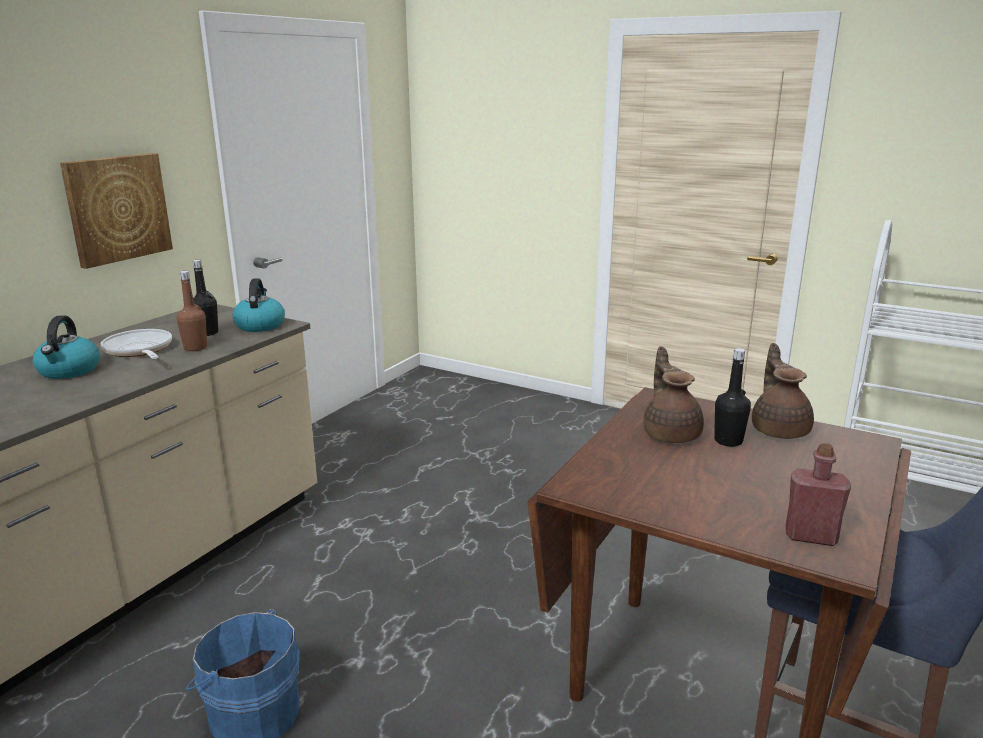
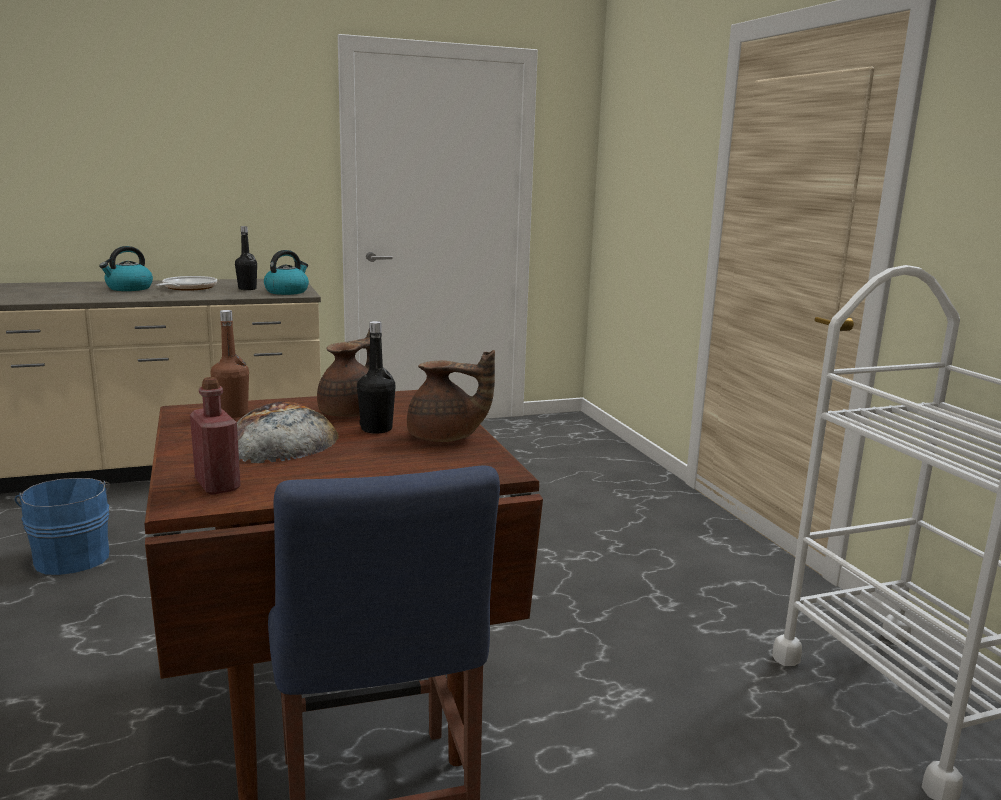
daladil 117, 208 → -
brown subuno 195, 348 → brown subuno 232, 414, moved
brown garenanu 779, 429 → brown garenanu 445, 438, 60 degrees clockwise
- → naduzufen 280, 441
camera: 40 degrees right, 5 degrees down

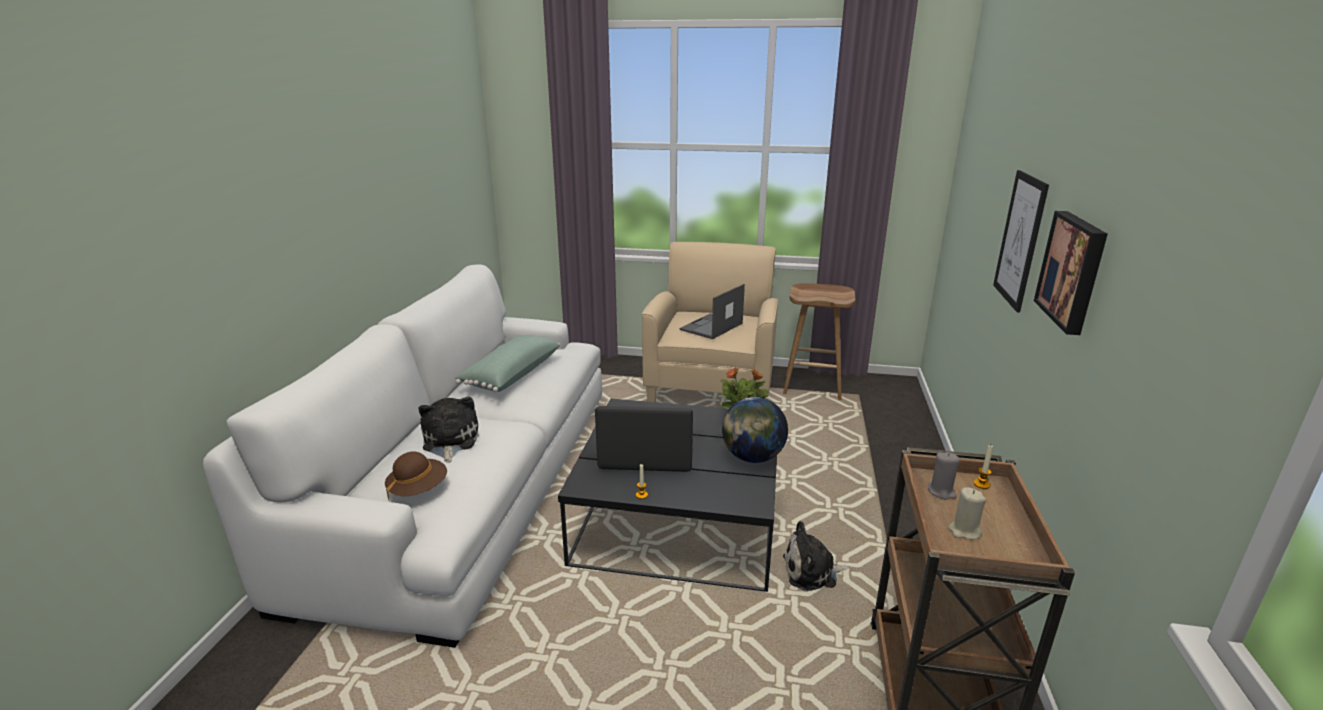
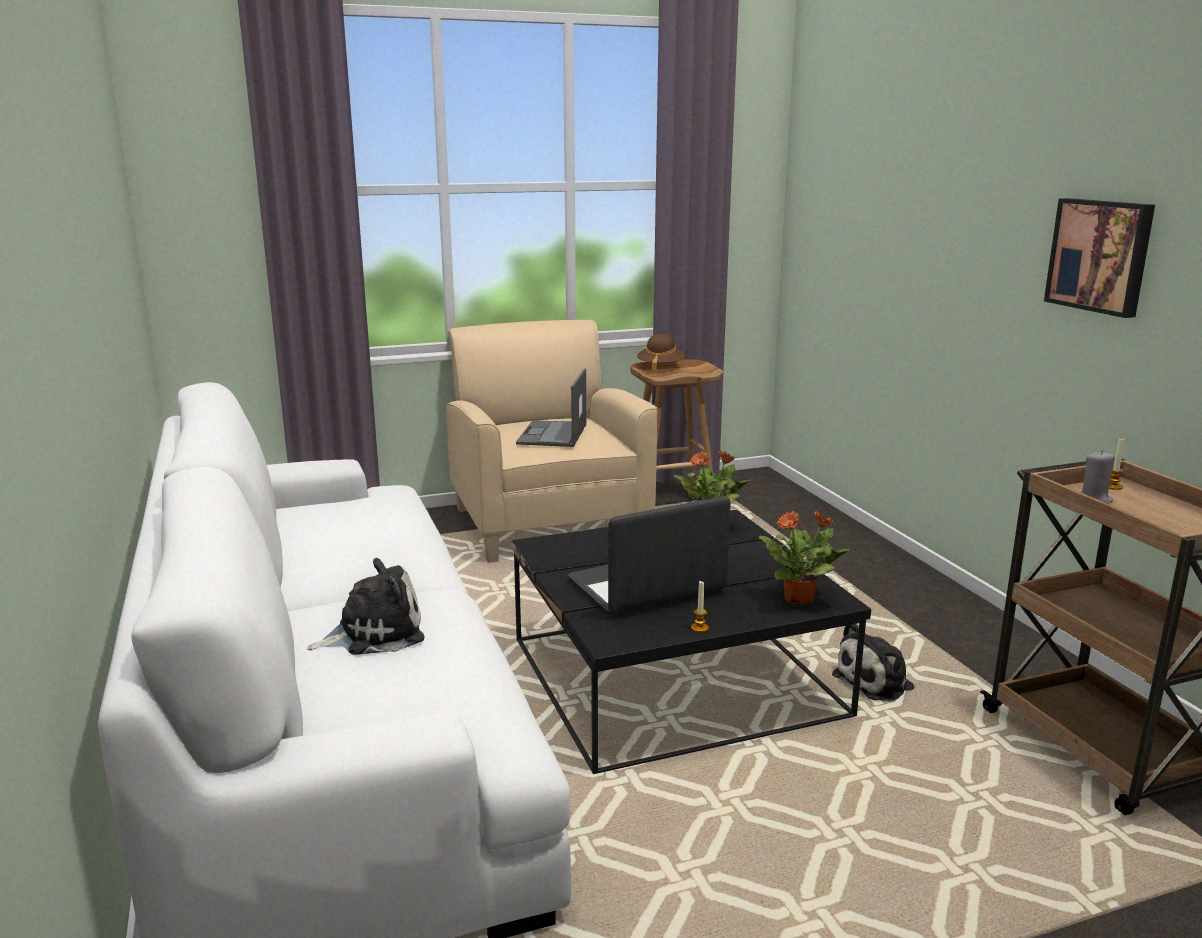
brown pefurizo 418, 489 → brown pefurizo 660, 367, moved
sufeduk 449, 441 → sufeduk 374, 633, 105 degrees clockwise
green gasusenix 510, 375 → -
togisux 752, 458 → -
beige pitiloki 964, 531 → -
daladil 1020, 239 → -
- → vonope 800, 599
camera: 30 degrees left, 5 degrees down

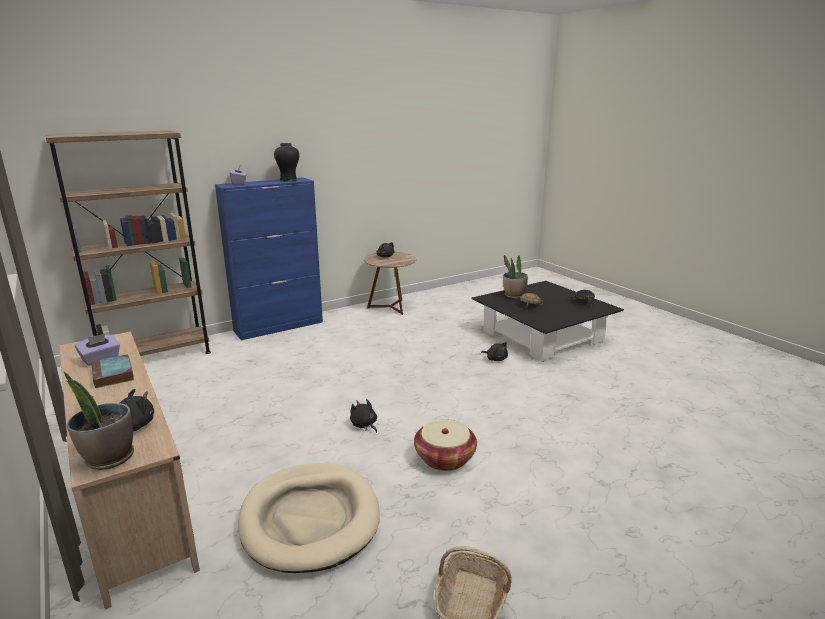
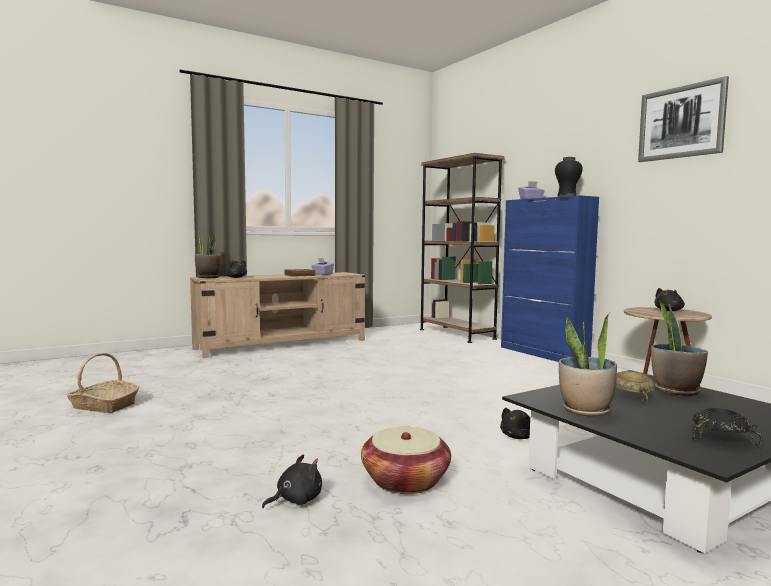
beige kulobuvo 310, 519 → -
black sufeduk 364, 425 → black sufeduk 296, 500, moved
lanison 445, 458 → lanison 405, 481, moved
- → vonope 585, 411
- → daladil 681, 122
camera: 90 degrees right, 15 degrees down

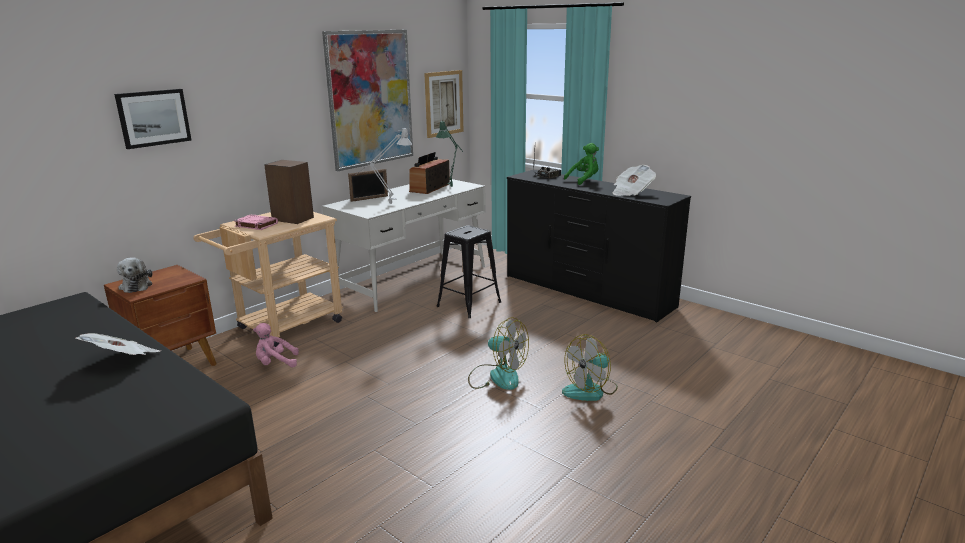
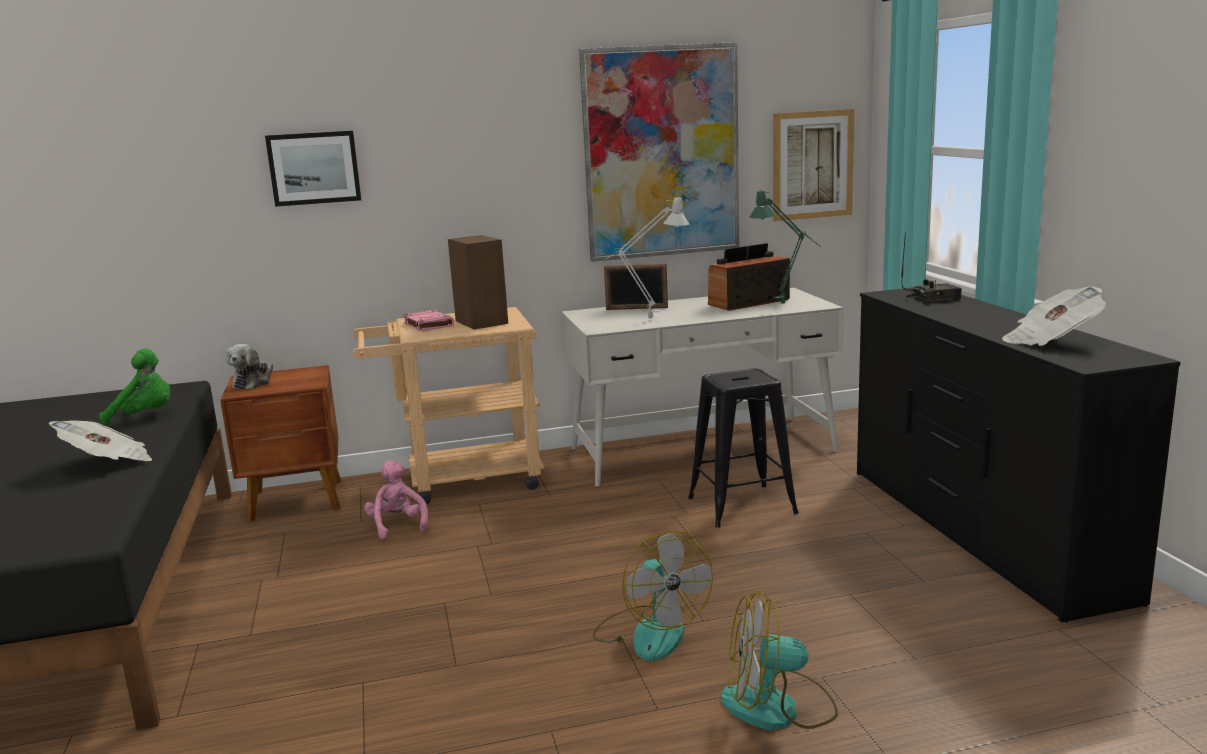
pink sufeduk 275, 363 → pink sufeduk 398, 525, 45 degrees clockwise
green sufeduk 584, 180 → green sufeduk 145, 416, moved
camera: 35 degrees right, 5 degrees down

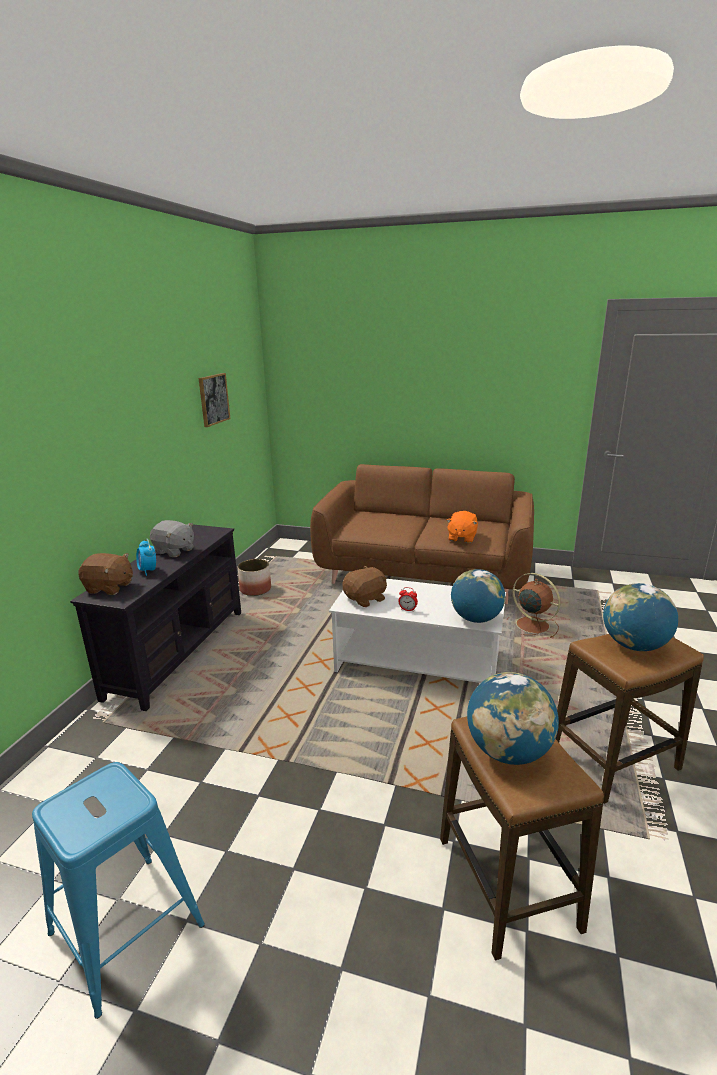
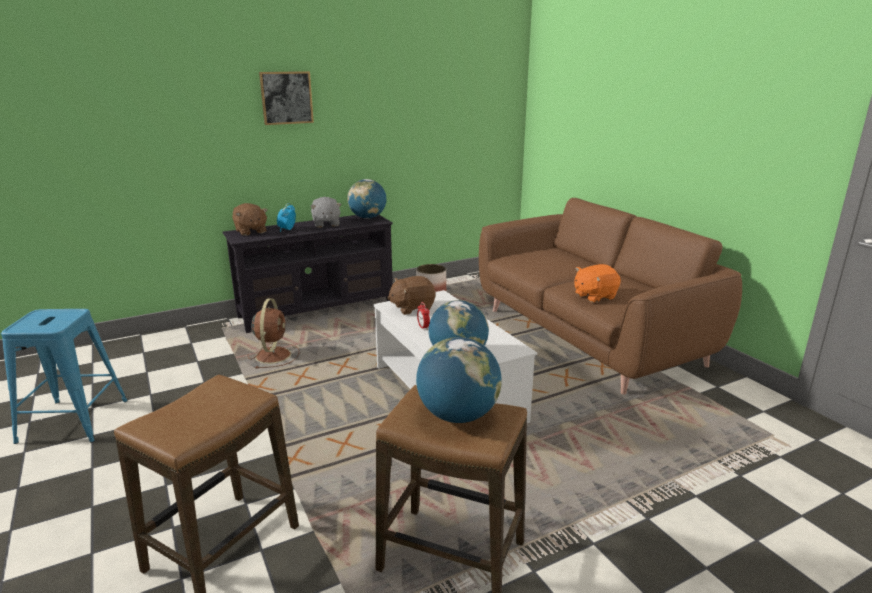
daladil 213, 399 → daladil 286, 98, moved
brown sufeduk 366, 599 → brown sufeduk 412, 308, 150 degrees clockwise
togisux 508, 752 → togisux 367, 217, moved
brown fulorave 531, 625 → brown fulorave 273, 355, moved
camera: 45 degrees right, 0 degrees up

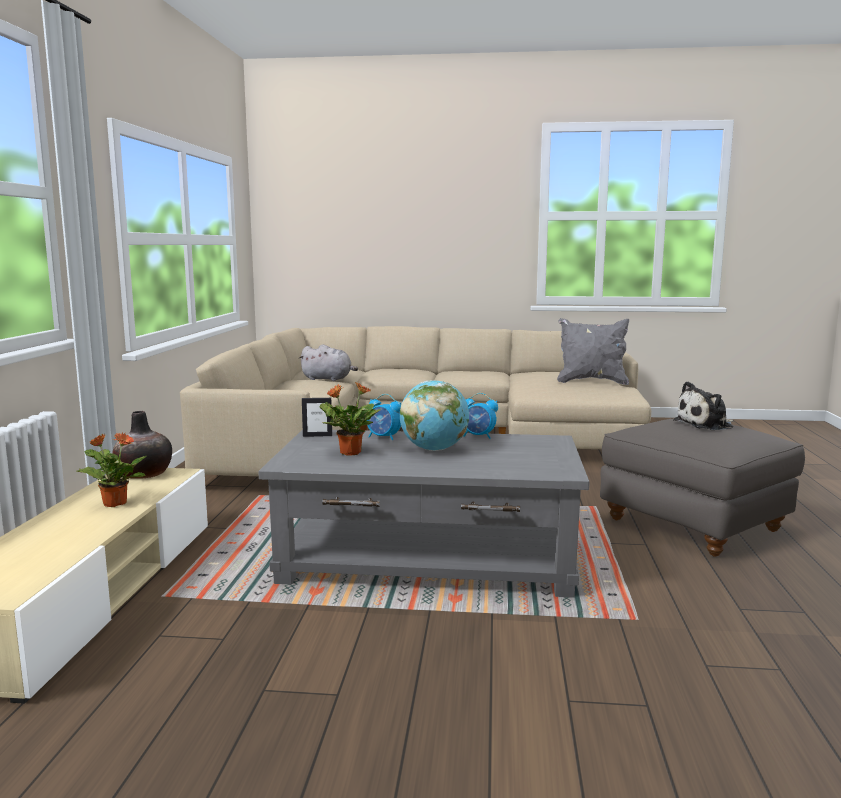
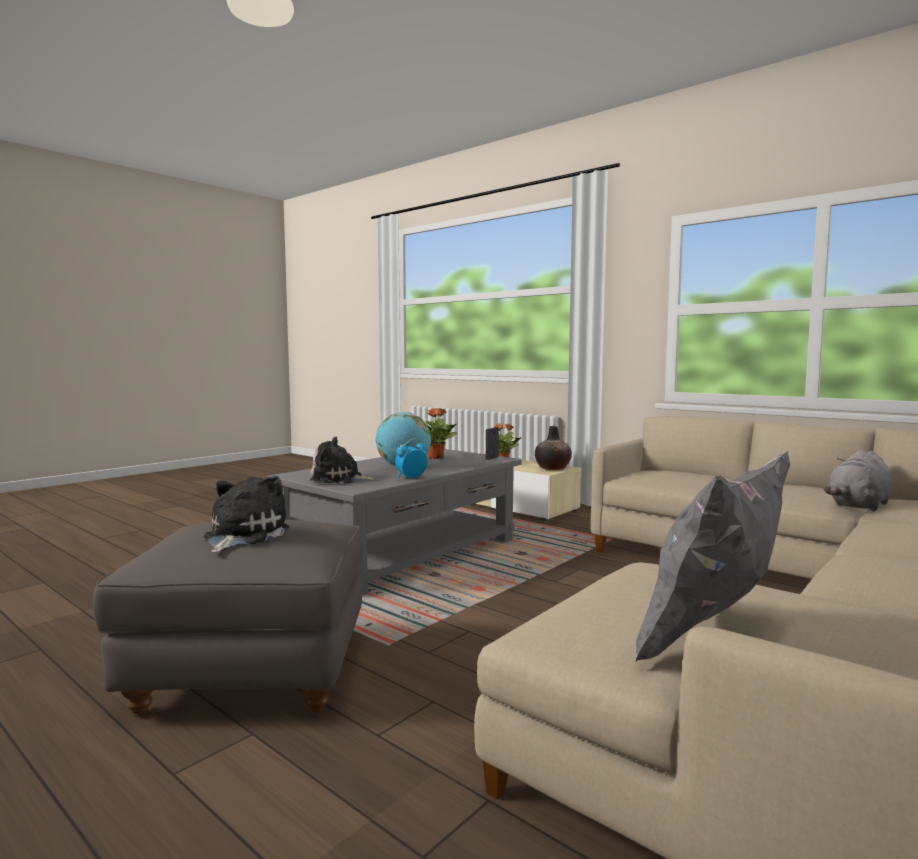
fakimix 384, 437 → -
- → sufeduk 340, 479
camera: 125 degrees right, 5 degrees down

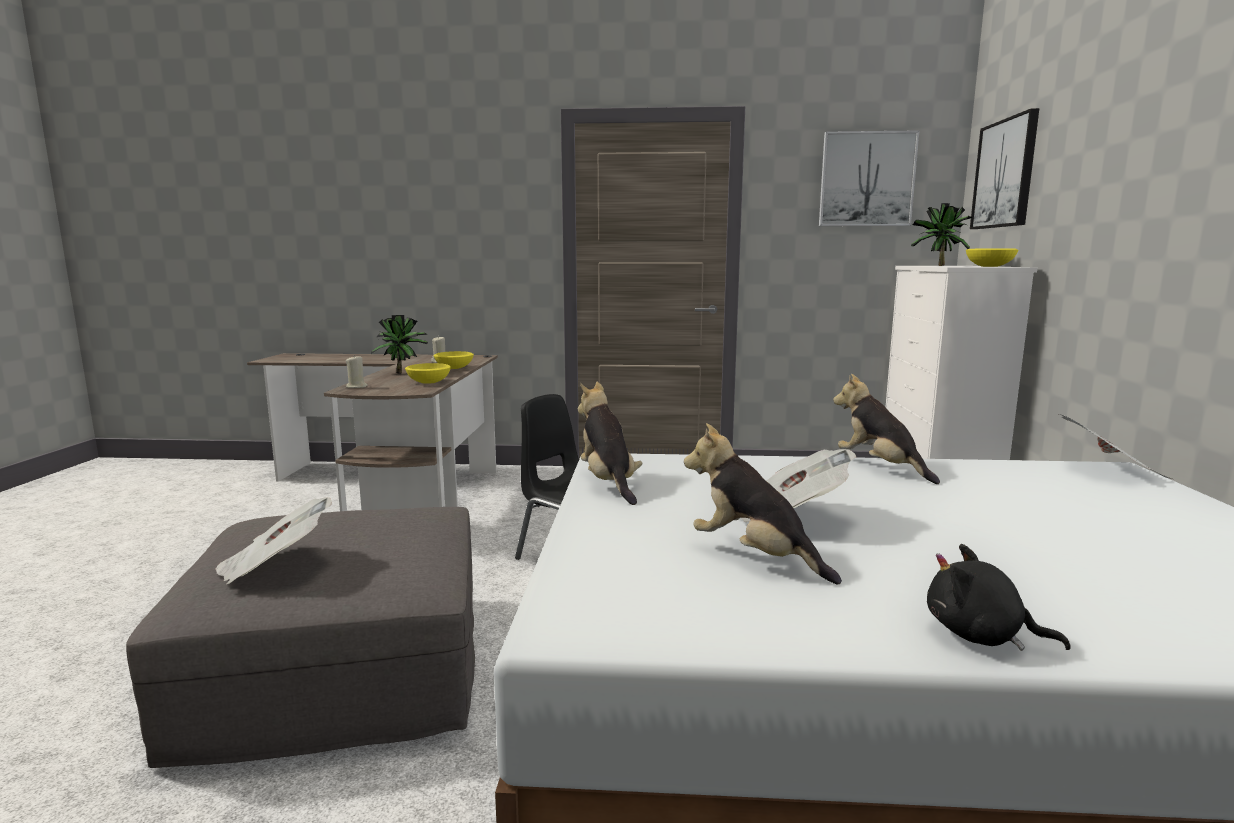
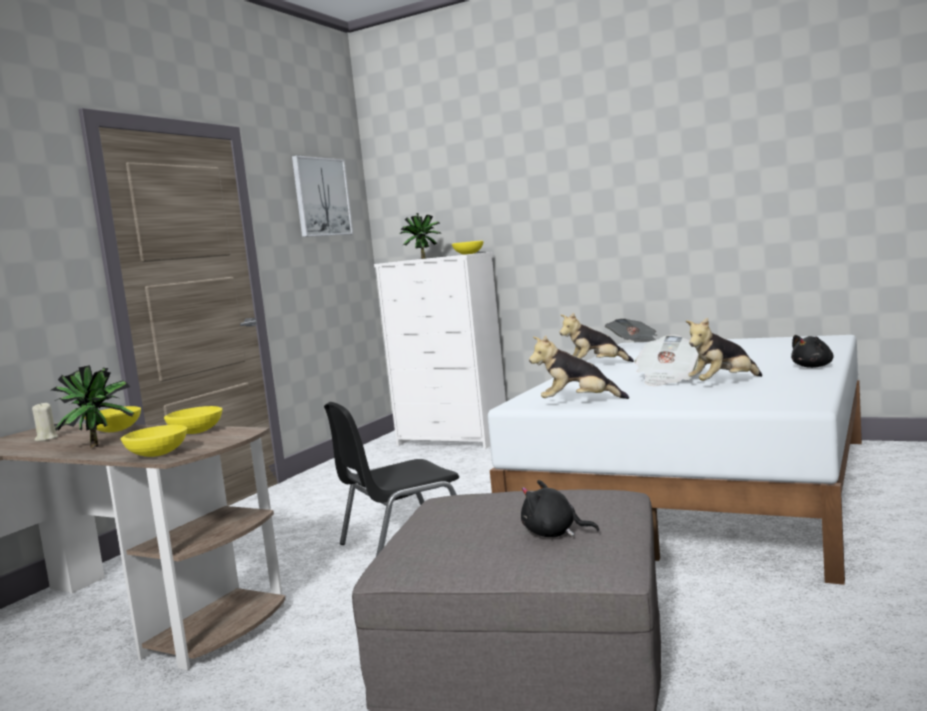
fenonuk 275, 567 → black sufeduk 554, 534
beige pitiloki 357, 386 → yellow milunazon 158, 454
daladil 1005, 174 → -
camera: 65 degrees left, 5 degrees down

